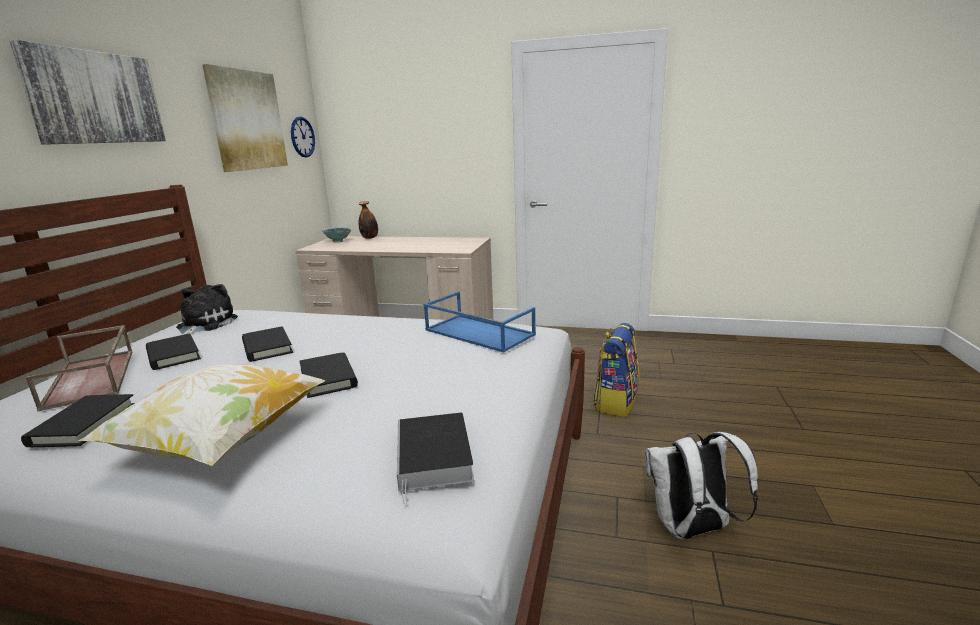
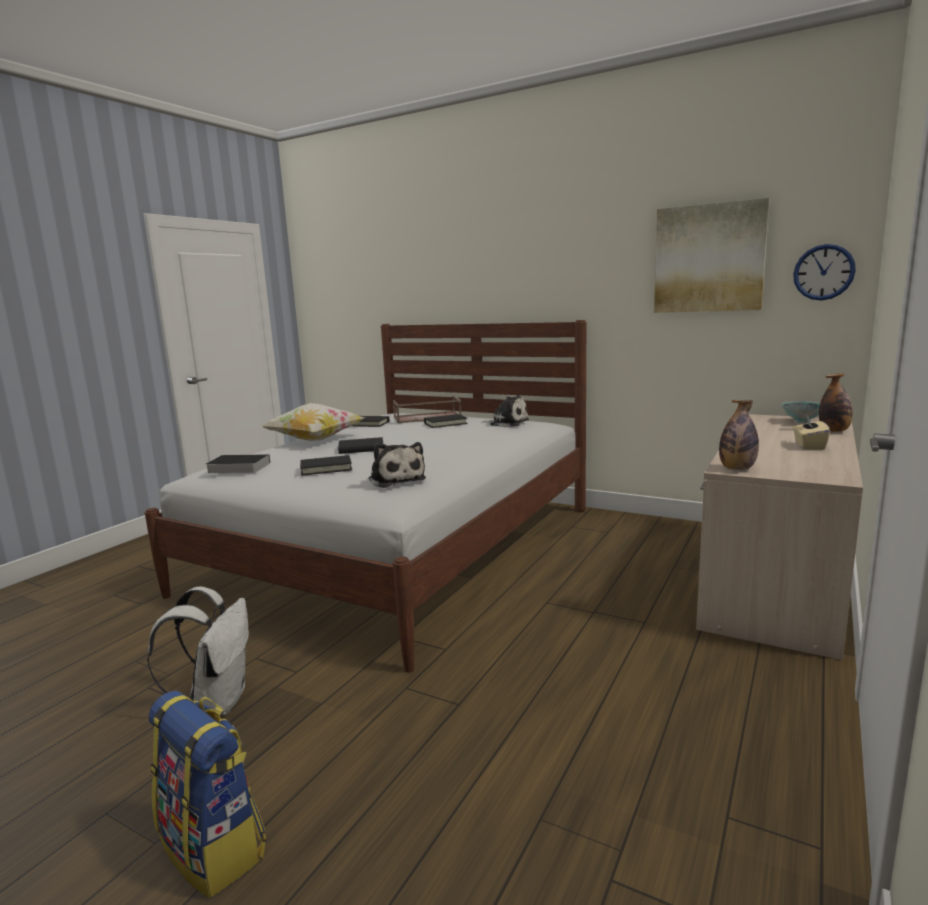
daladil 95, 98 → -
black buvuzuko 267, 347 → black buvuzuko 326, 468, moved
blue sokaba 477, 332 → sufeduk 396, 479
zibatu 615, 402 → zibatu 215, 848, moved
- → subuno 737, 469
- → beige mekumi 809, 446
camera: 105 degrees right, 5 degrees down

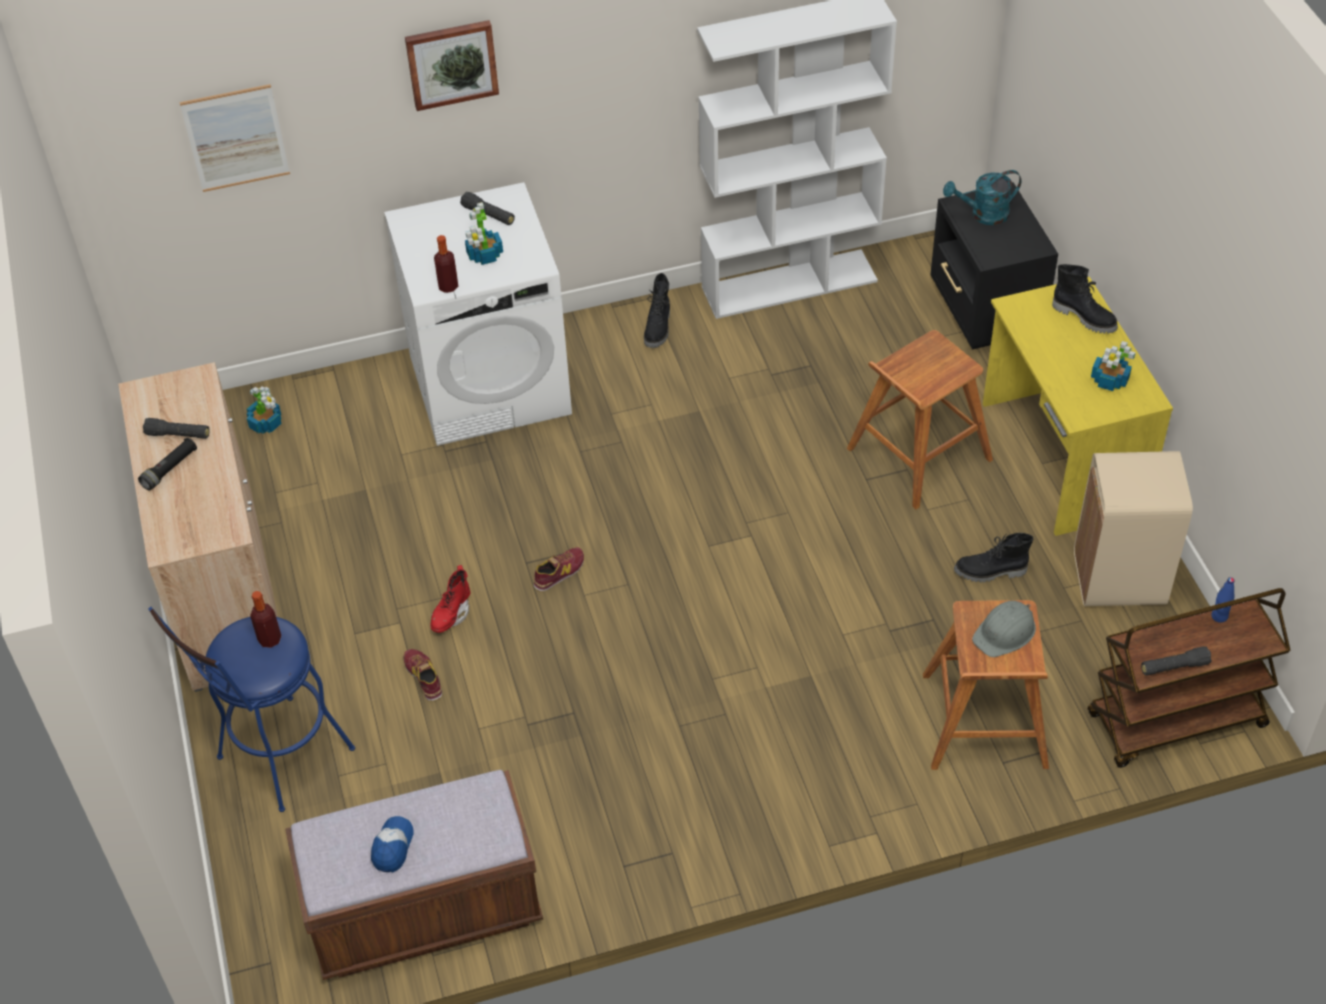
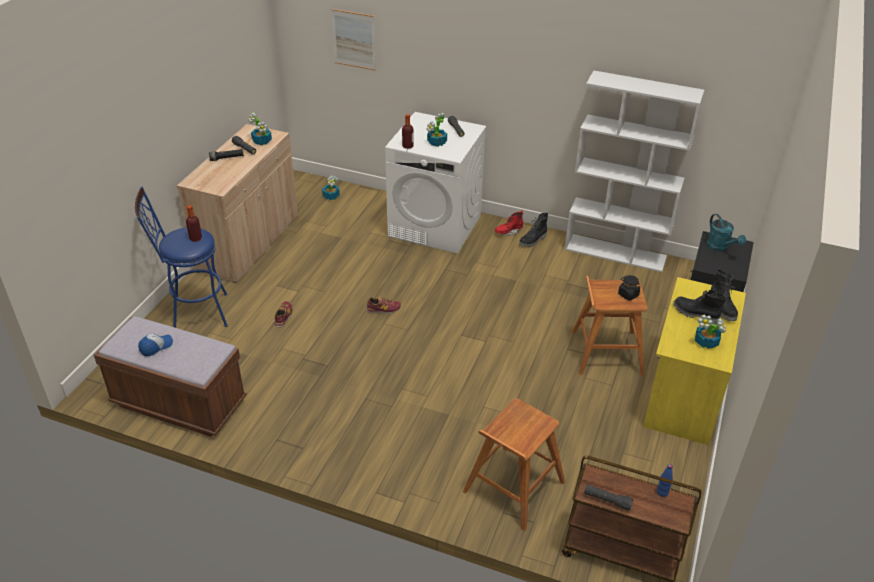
daladil 451, 63 → -
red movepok 451, 614 → red movepok 508, 232, moved
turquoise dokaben 983, 215 → turquoise dokaben 720, 247, 135 degrees counterclockwise
black movepok 990, 572 → black movepok 695, 314, moved
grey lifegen 1005, 632 → -
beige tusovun 1120, 579 → -
- → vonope 262, 141
- → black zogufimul 628, 294
camera: 35 degrees right, 10 degrees down

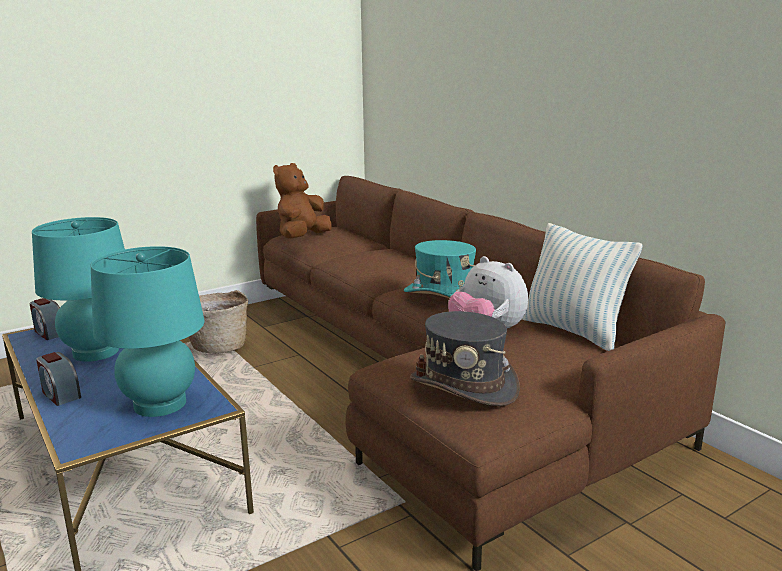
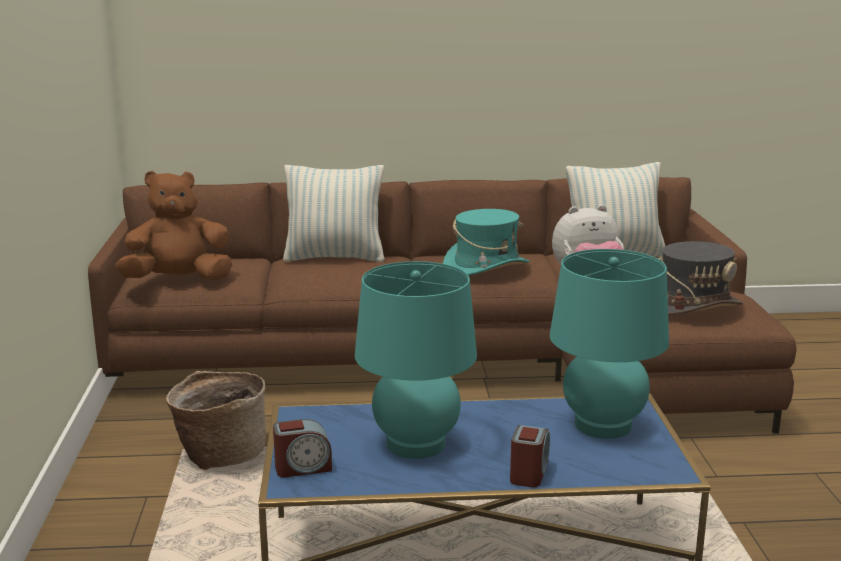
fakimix 60, 394 → fakimix 529, 473, 60 degrees counterclockwise
brown sufeduk 302, 238 → brown sufeduk 178, 280, 105 degrees clockwise
- → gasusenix 335, 257
camera: 60 degrees left, 0 degrees up

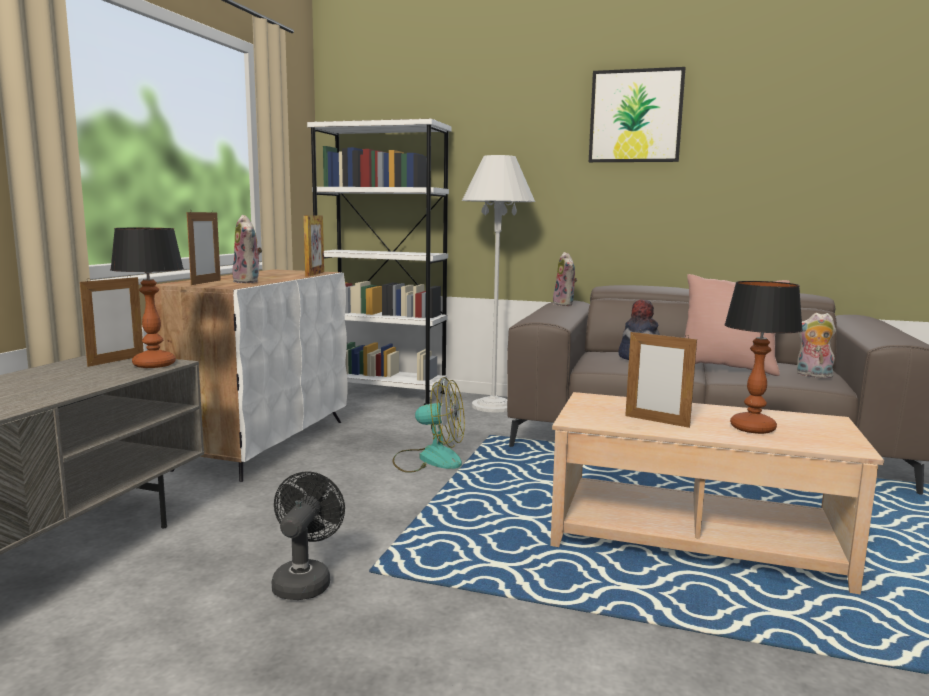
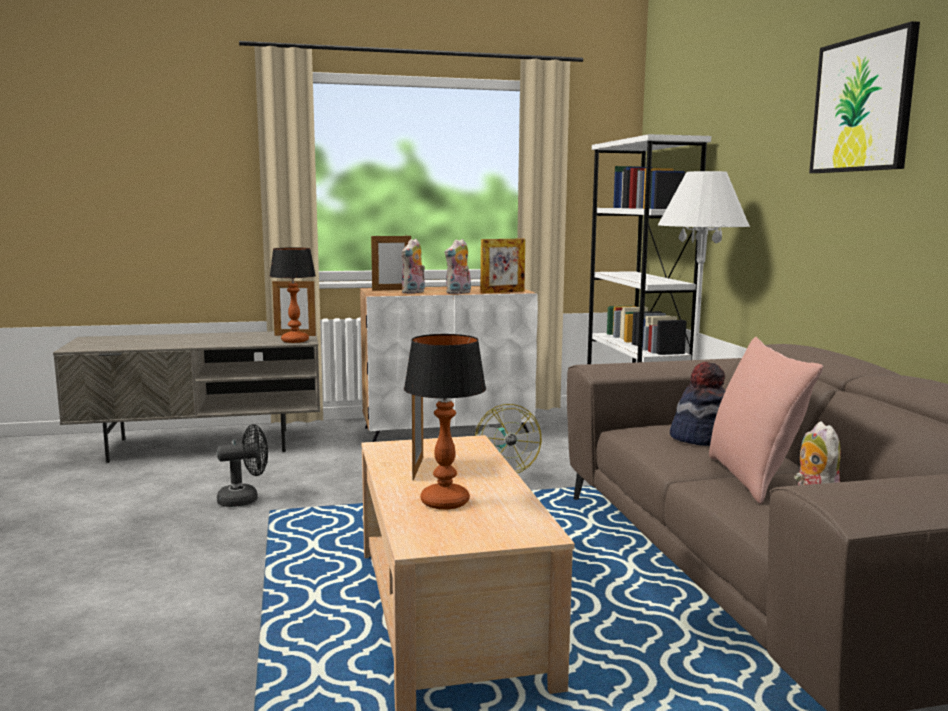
sufeduk 565, 304 → sufeduk 458, 293, moved
camera: 60 degrees right, 0 degrees up

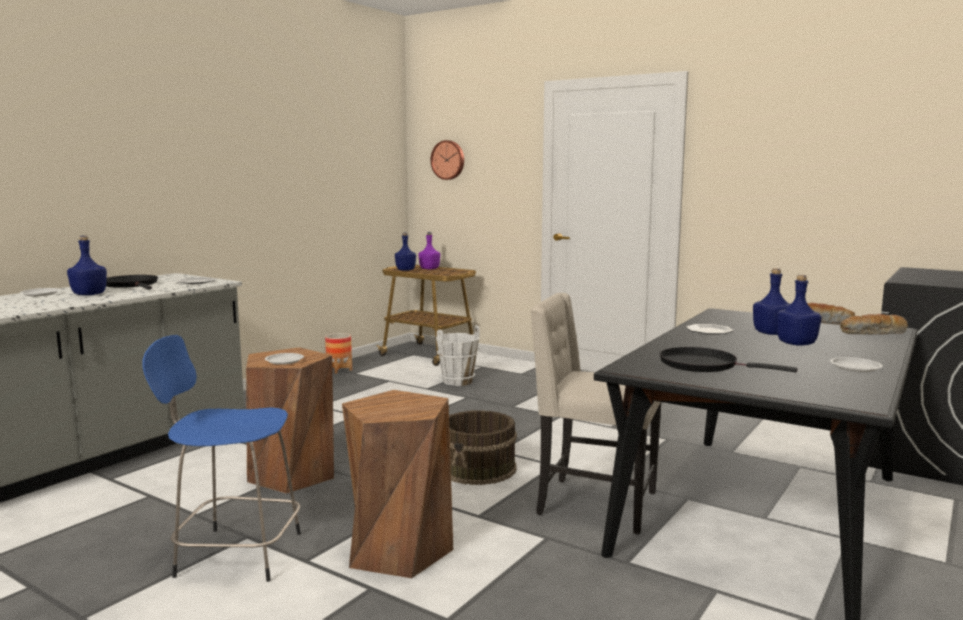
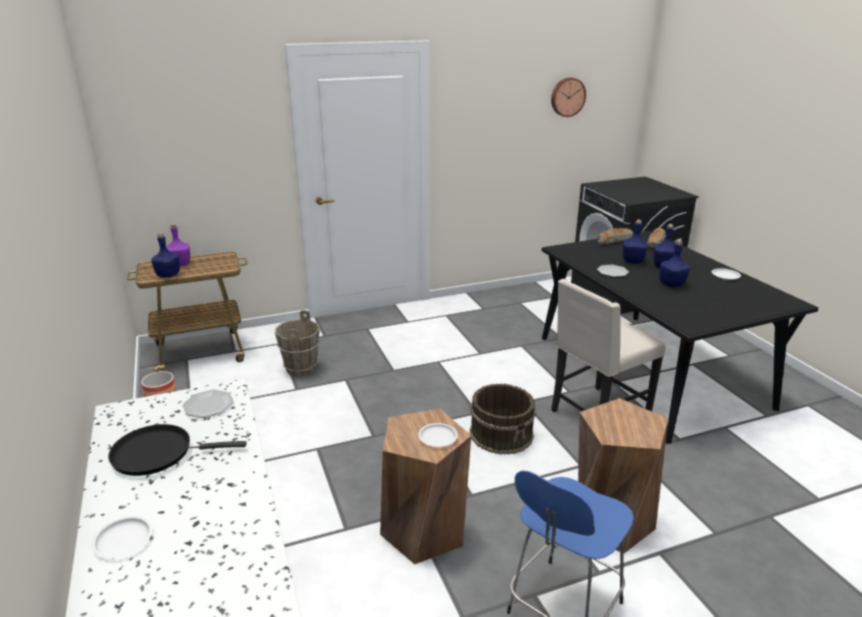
blue subuno 89, 294 → blue subuno 672, 284, moved
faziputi 448, 160 → faziputi 567, 97, moved
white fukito 457, 381 → brown fukito 300, 368
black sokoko 703, 365 → -
camera: 55 degrees left, 15 degrees up

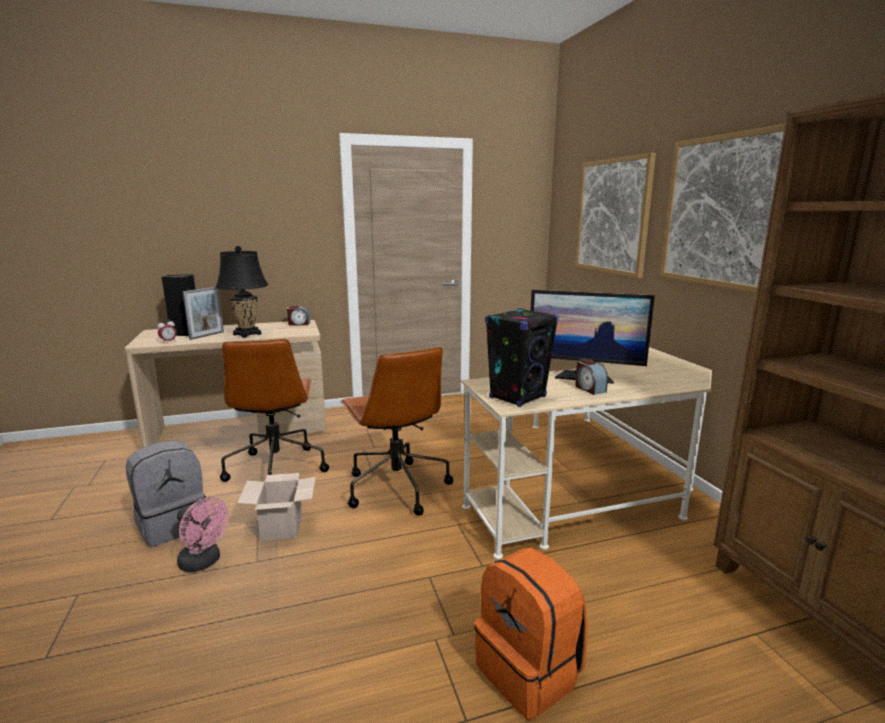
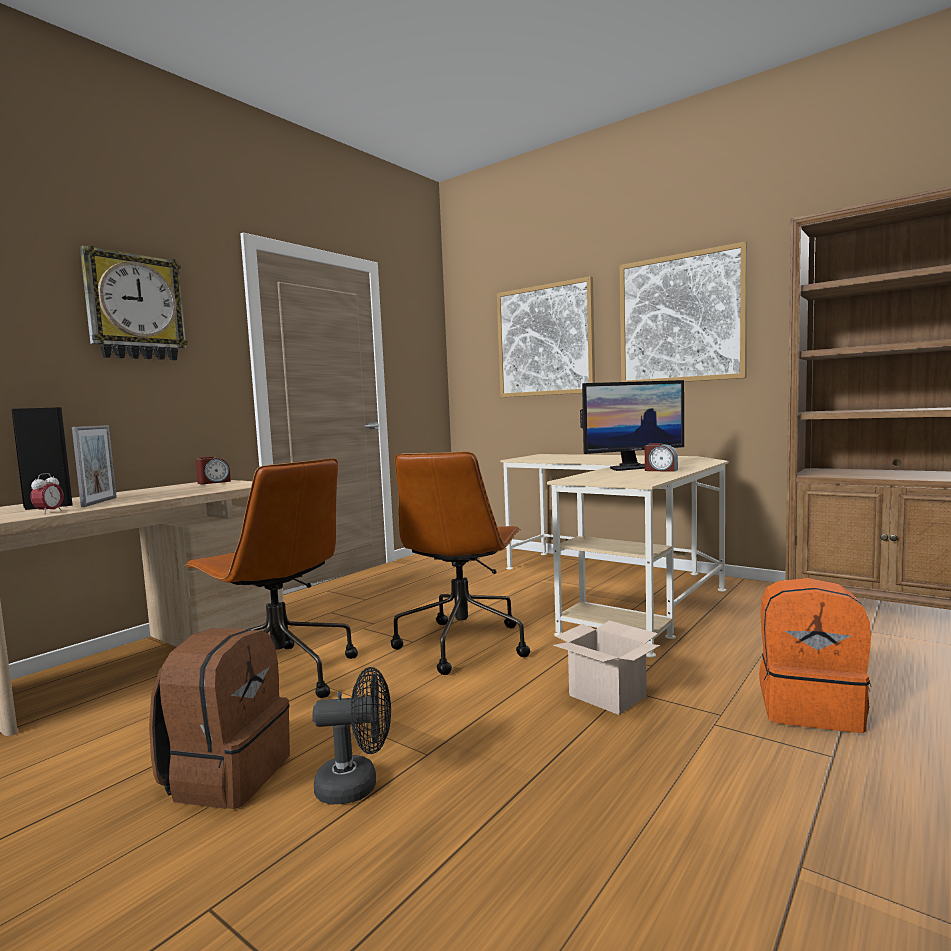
grey zibatu 173, 525 → brown zibatu 226, 775
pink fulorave 204, 562 → black fulorave 357, 785
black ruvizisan 247, 334 → -
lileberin 282, 527 → lileberin 609, 696, moved
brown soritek 396, 487 → brown soritek 463, 644, 75 degrees clockwise
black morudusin 518, 397 → -
- → faziputi 134, 307
camera: 35 degrees left, 10 degrees down

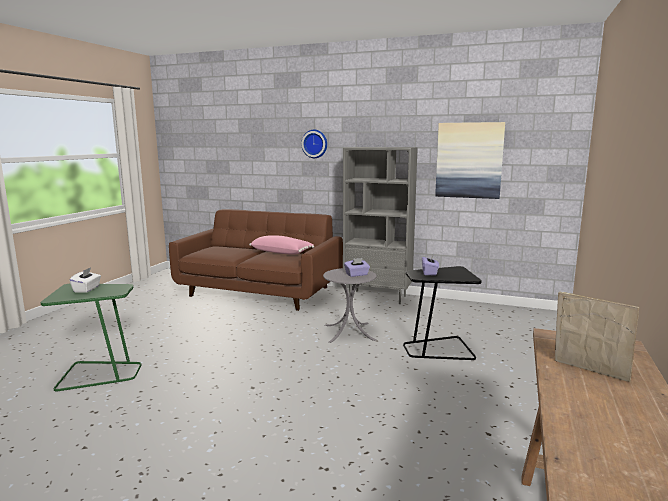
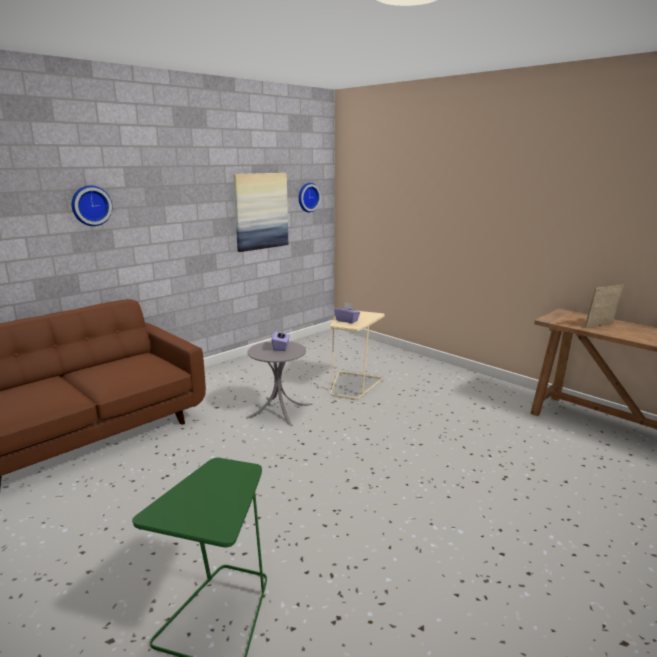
white mekumi 87, 289 → -
pink gasusenix 282, 252 → -
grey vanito 378, 297 → -
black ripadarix 438, 349 → beige ripadarix 353, 385
- → faziputi 307, 197
camera: 65 degrees left, 5 degrees up

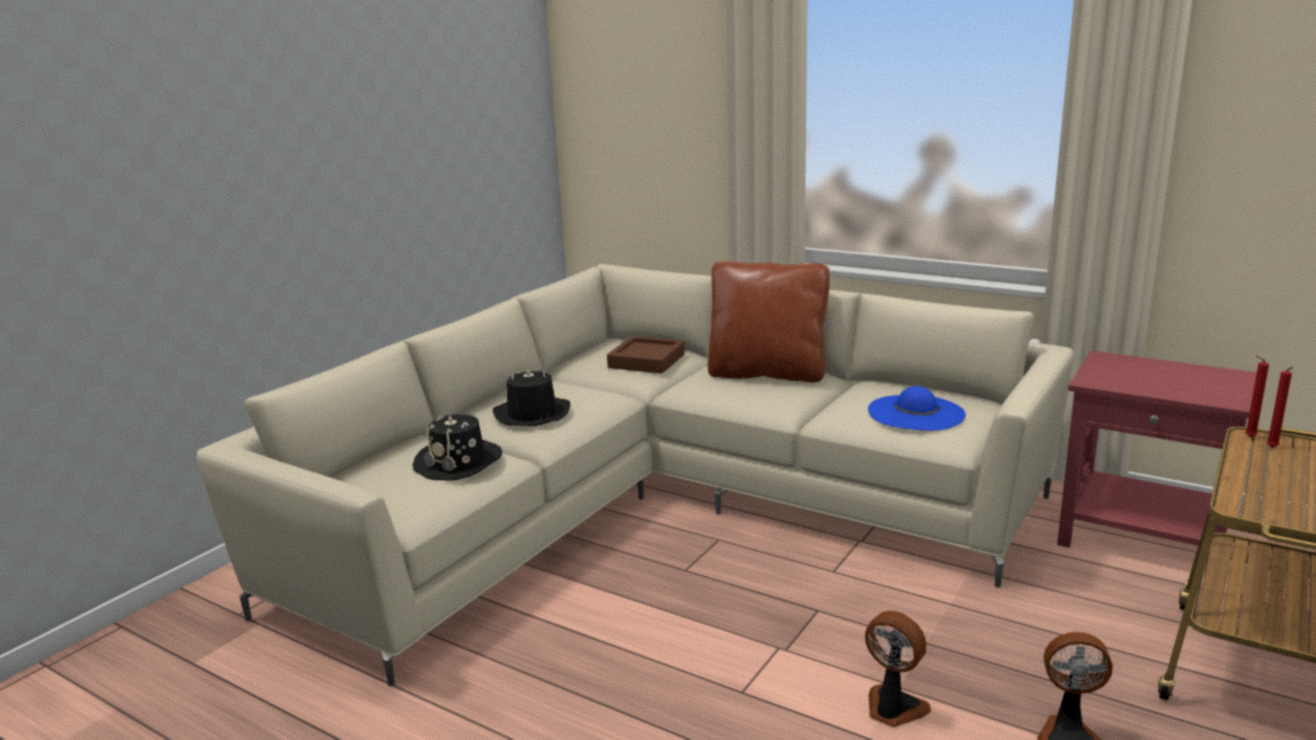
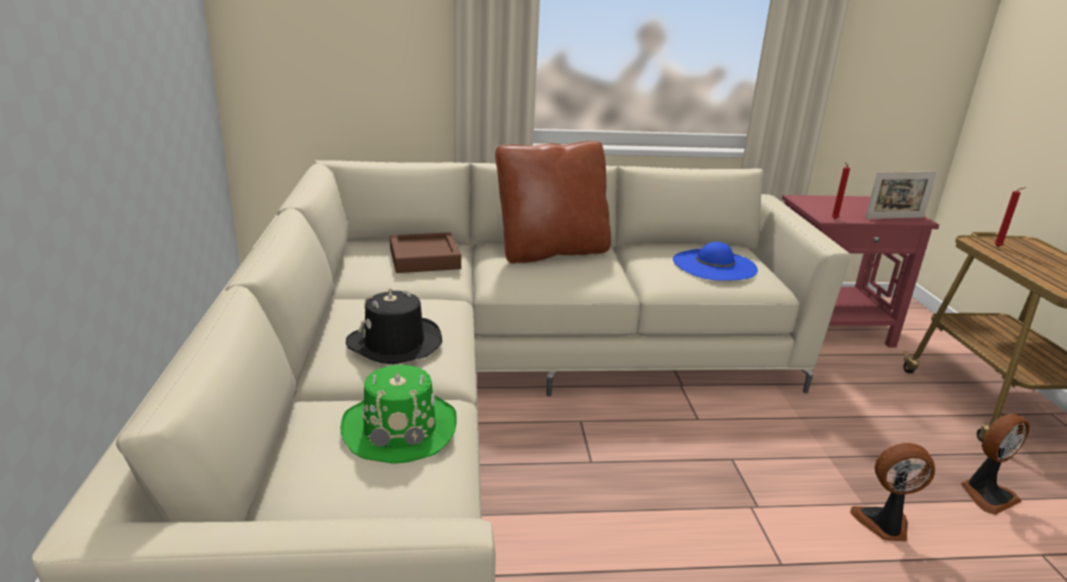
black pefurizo 459, 462 → green pefurizo 400, 428
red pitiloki 1248, 437 → red pitiloki 833, 219, moved
- → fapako 894, 218
camera: 40 degrees left, 5 degrees up

